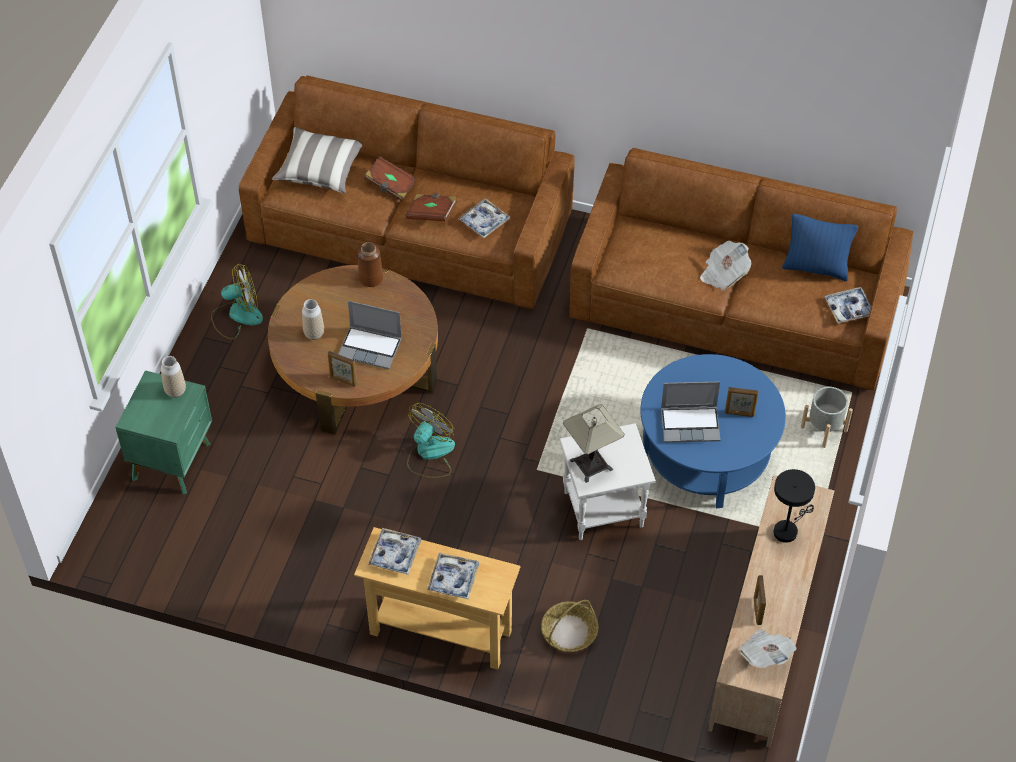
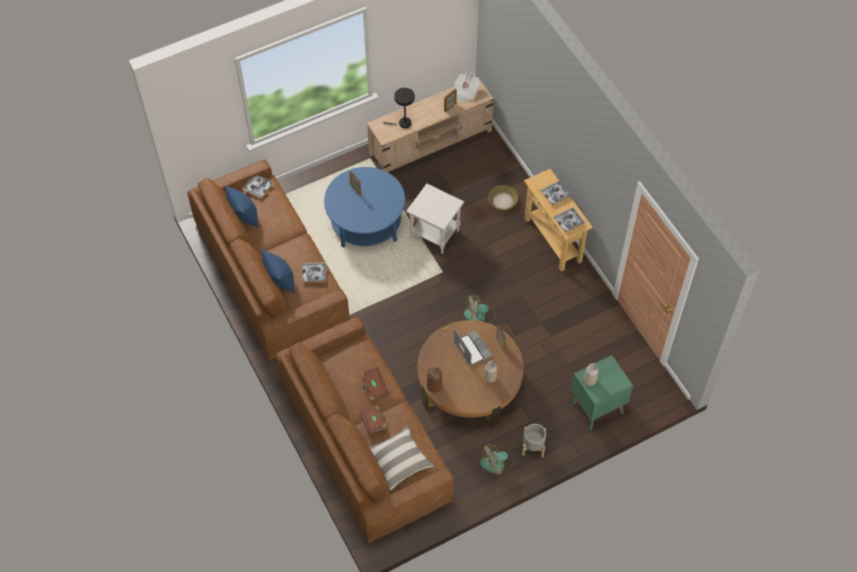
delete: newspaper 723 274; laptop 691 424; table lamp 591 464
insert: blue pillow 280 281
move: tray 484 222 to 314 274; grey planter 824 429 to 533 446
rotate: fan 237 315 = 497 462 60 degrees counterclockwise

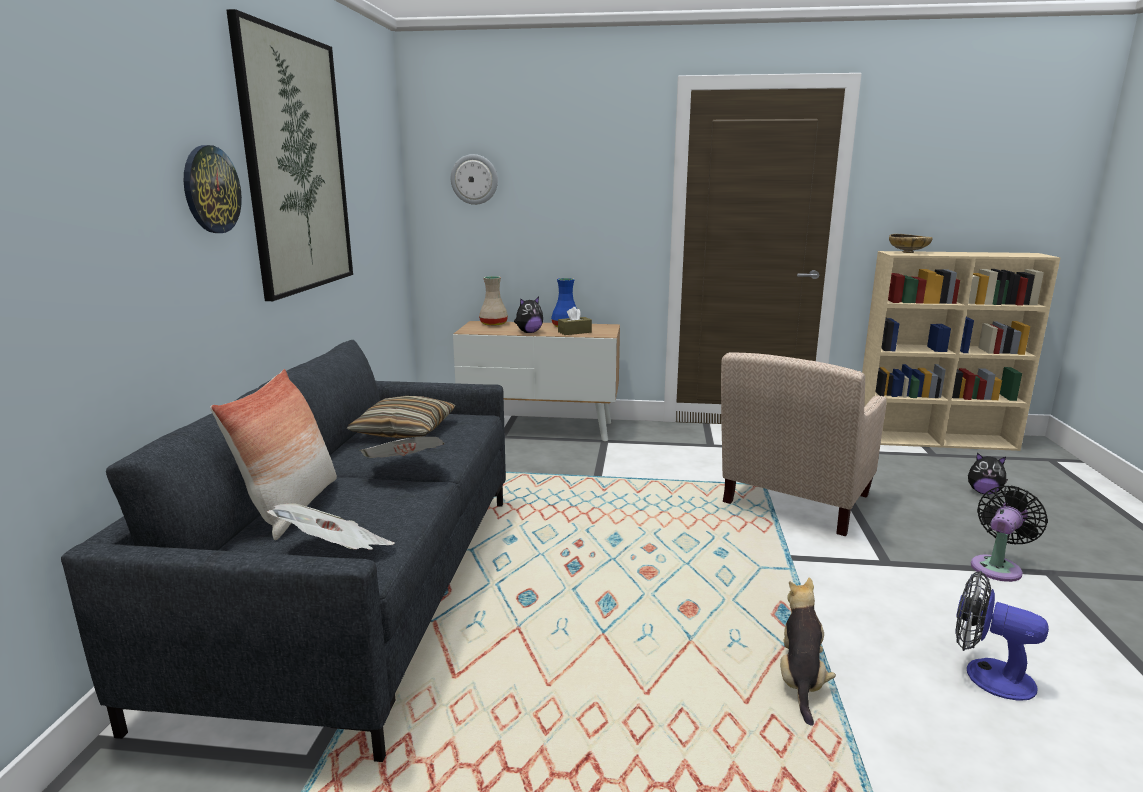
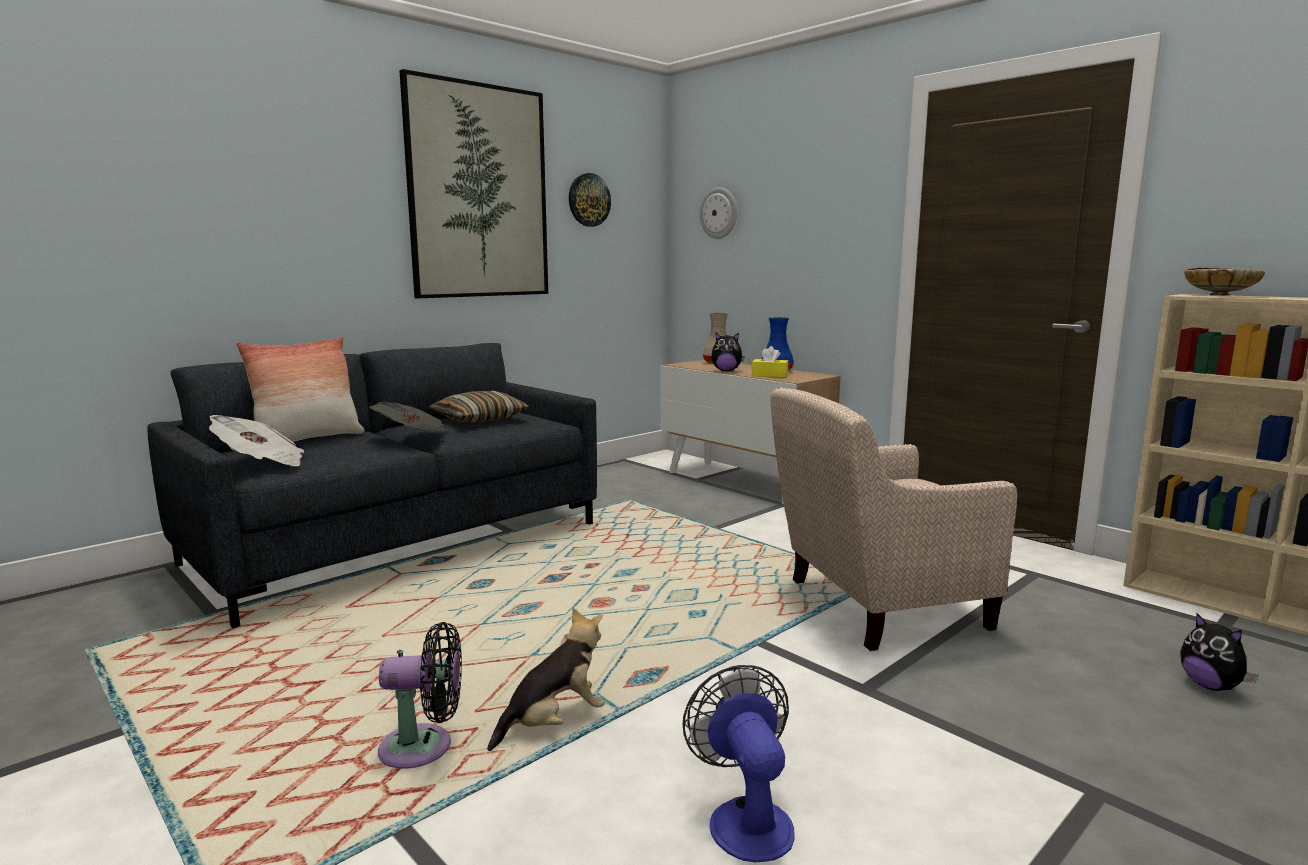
move: wall clock 211 189 to 589 200; black fan 997 567 to 424 748
recolor: brown tissue box 574 332 to yellow tissue box 769 375

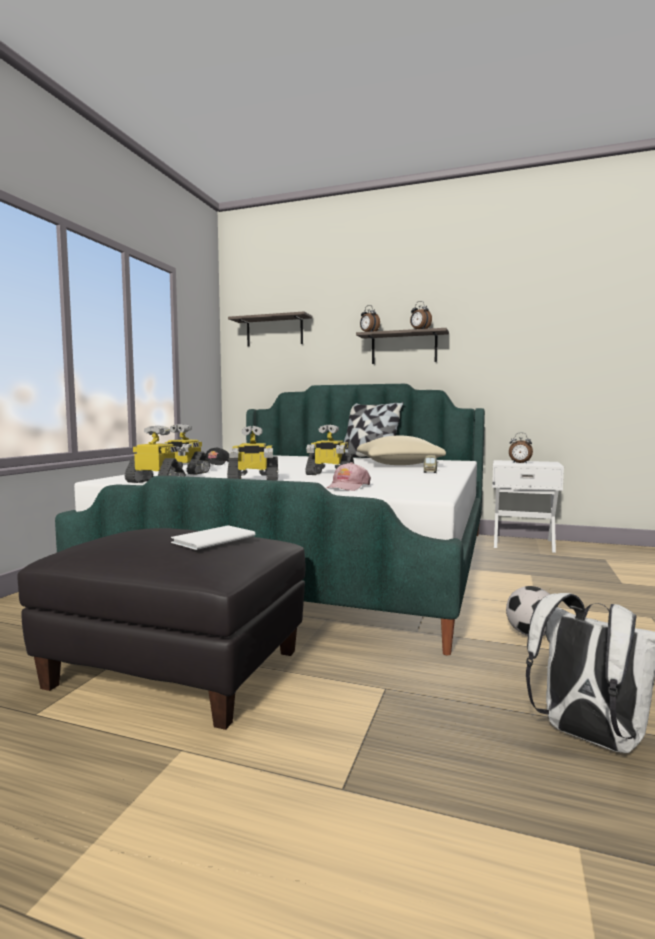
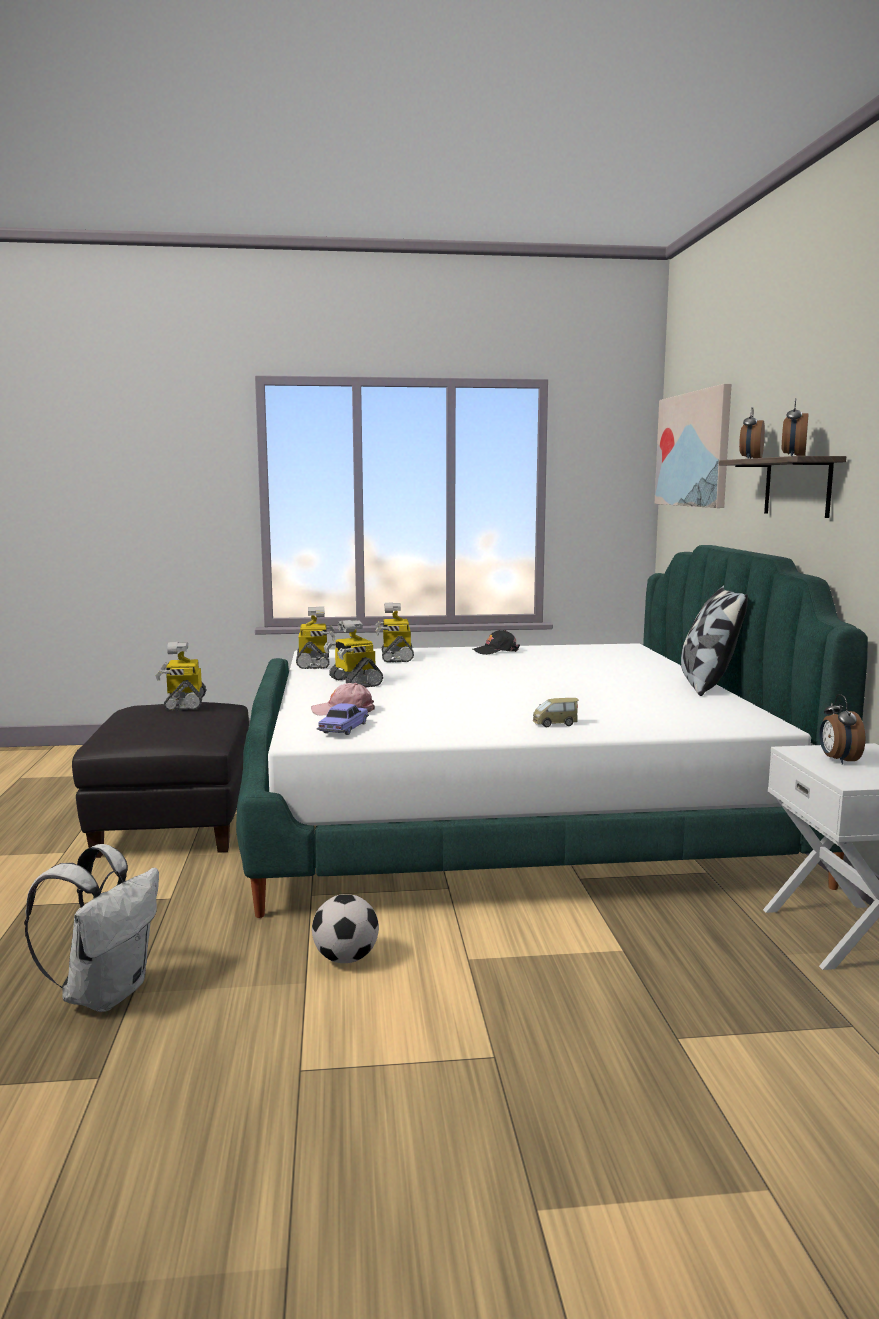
delete: beige pillow 398 464; white book 210 539
insert: toy car 344 729
move: toy robot 329 474 to 184 704
replace: shelf 274 331 to picture 693 449

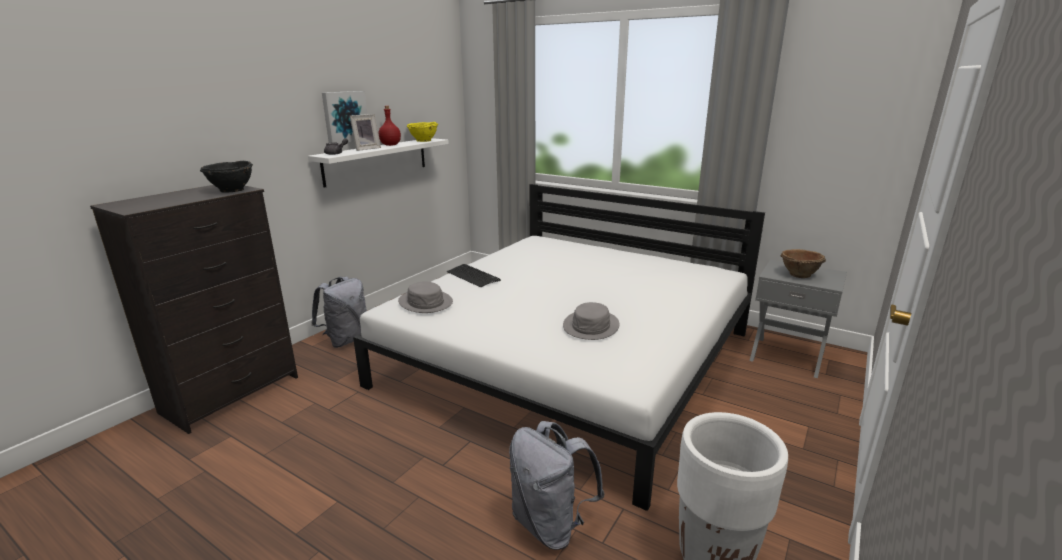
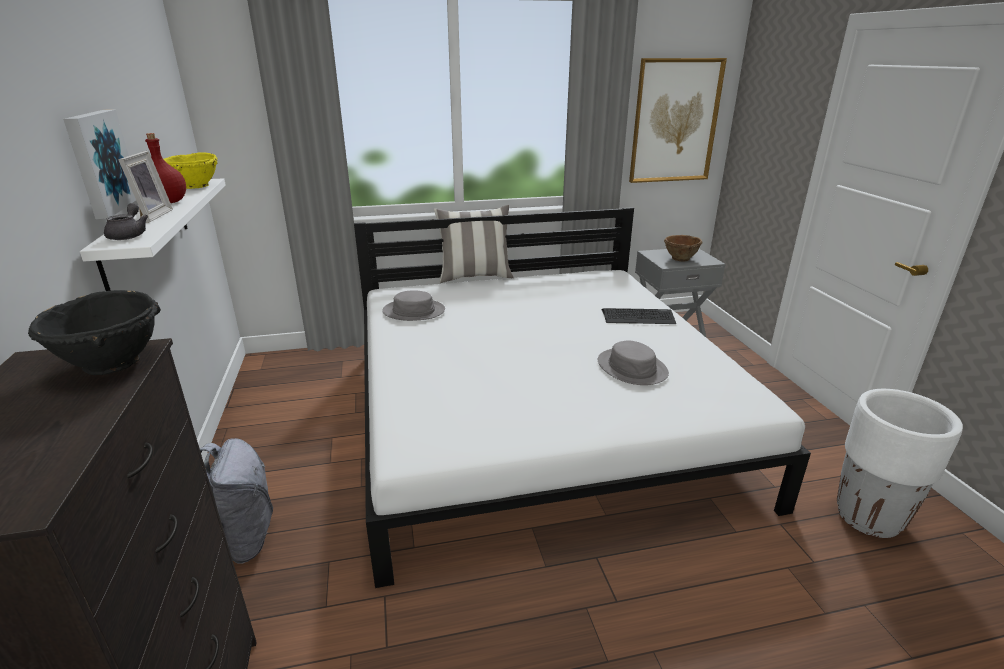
delete: grey backpack 551 524
insert: picture 675 121; pillow 475 277
move: keyboard 473 276 to 638 317; grey hat 425 302 to 414 311

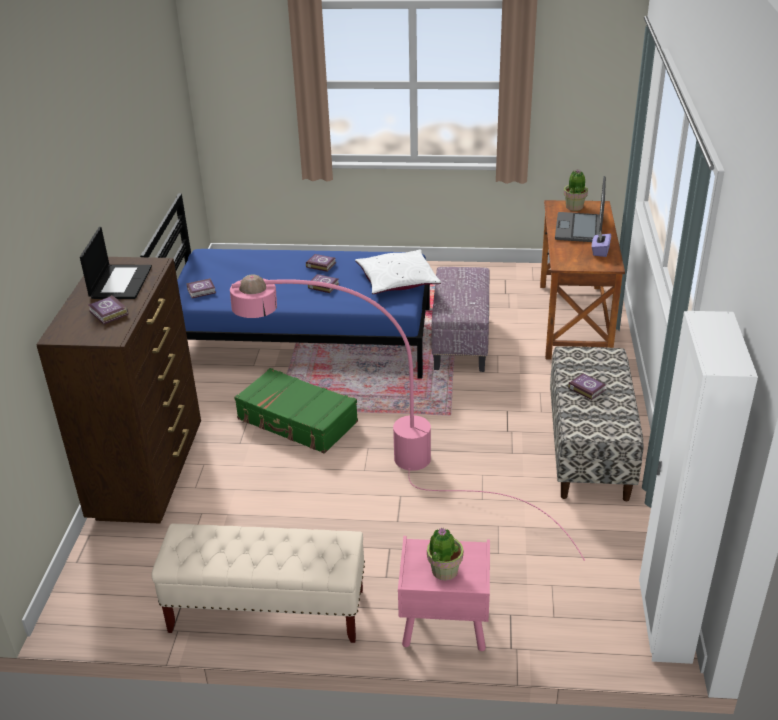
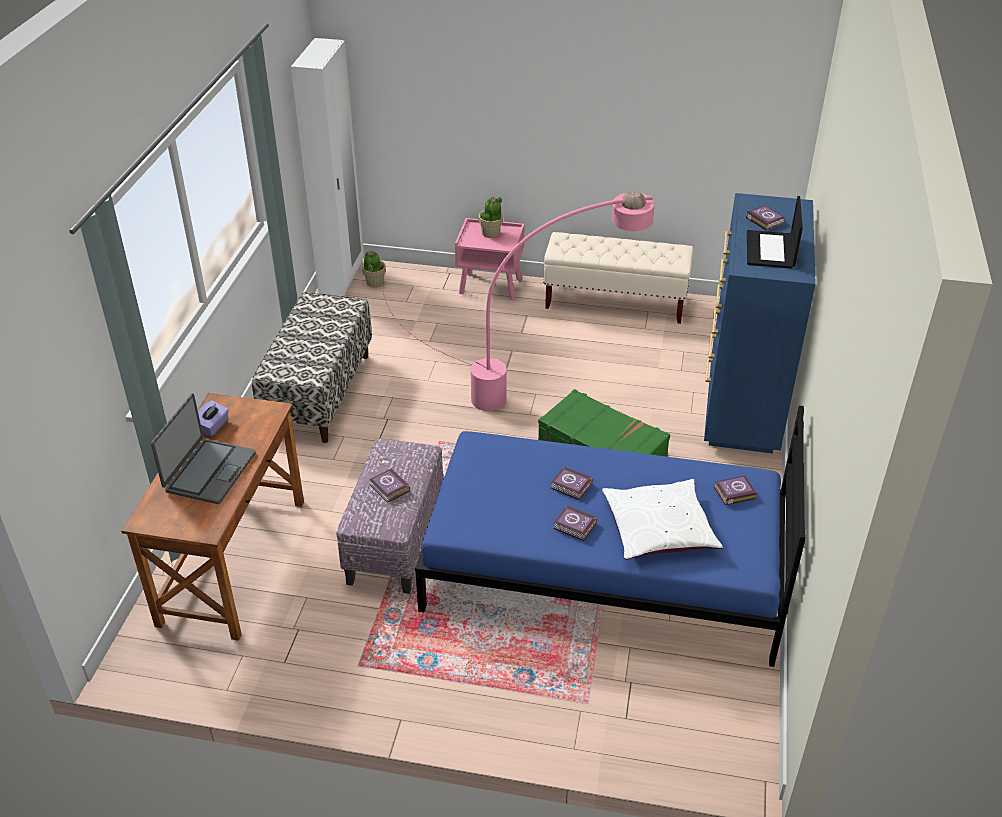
move: potted plant 574 206 to 374 283; white pillow 397 280 to 659 528; book 586 388 to 389 489
recolor: brown dresser 149 474 to blue dresser 741 407

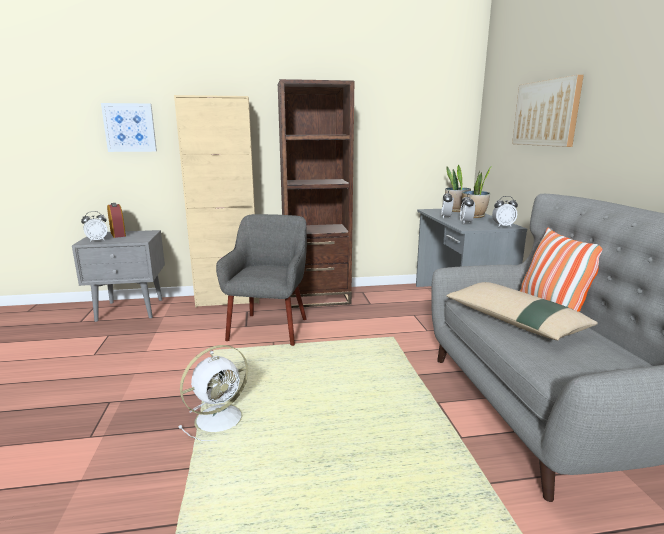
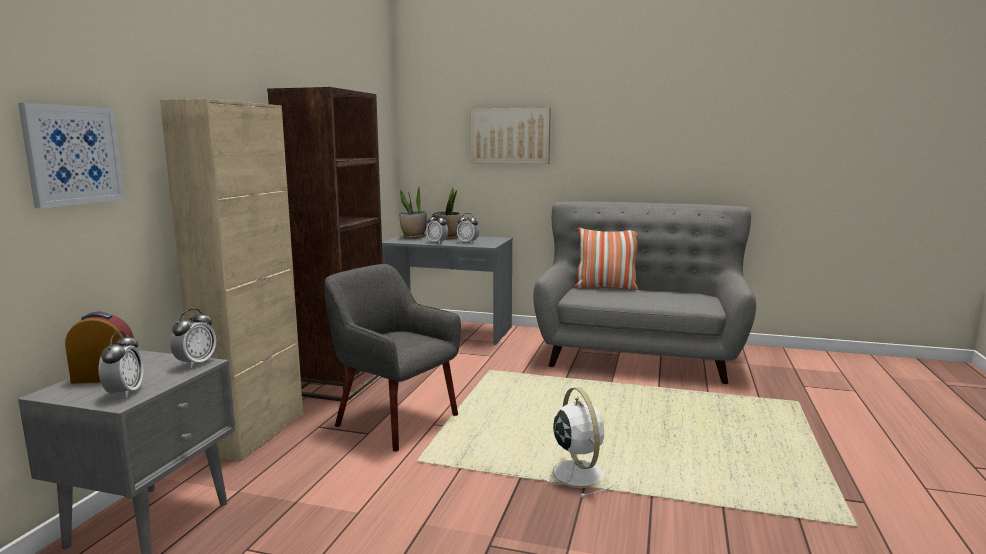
delete: beige pillow 514 321
move: alarm clock 503 226 to 196 363

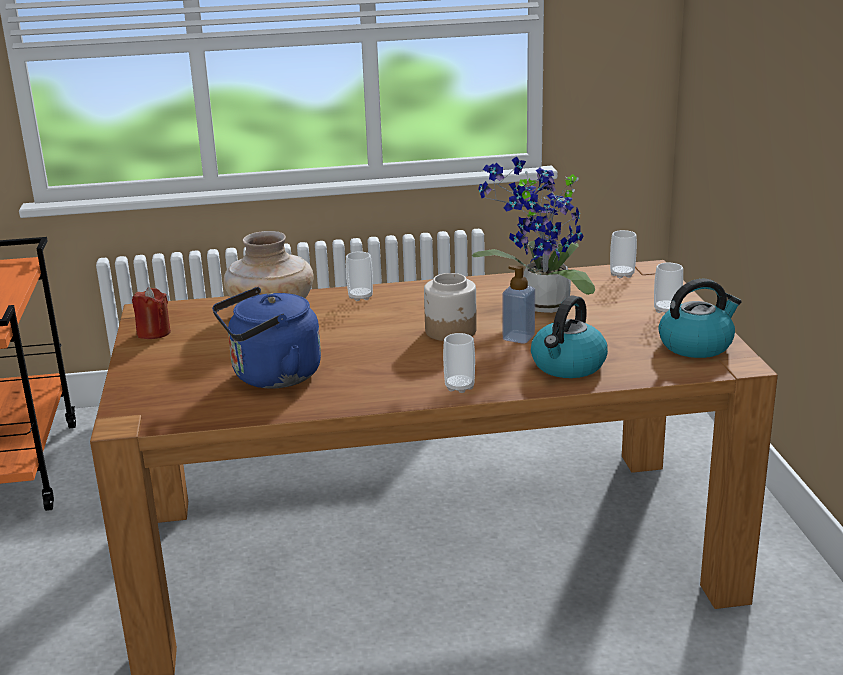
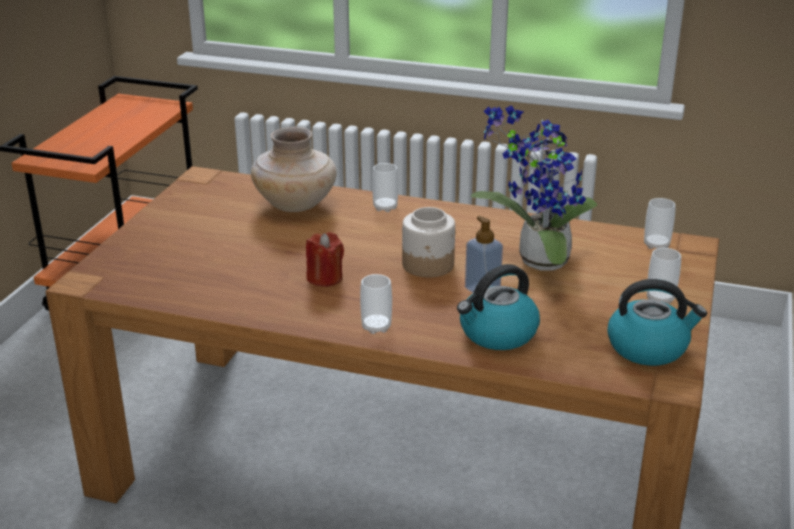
delete: blue kettle 271 377
move: red candle 153 333 to 325 278

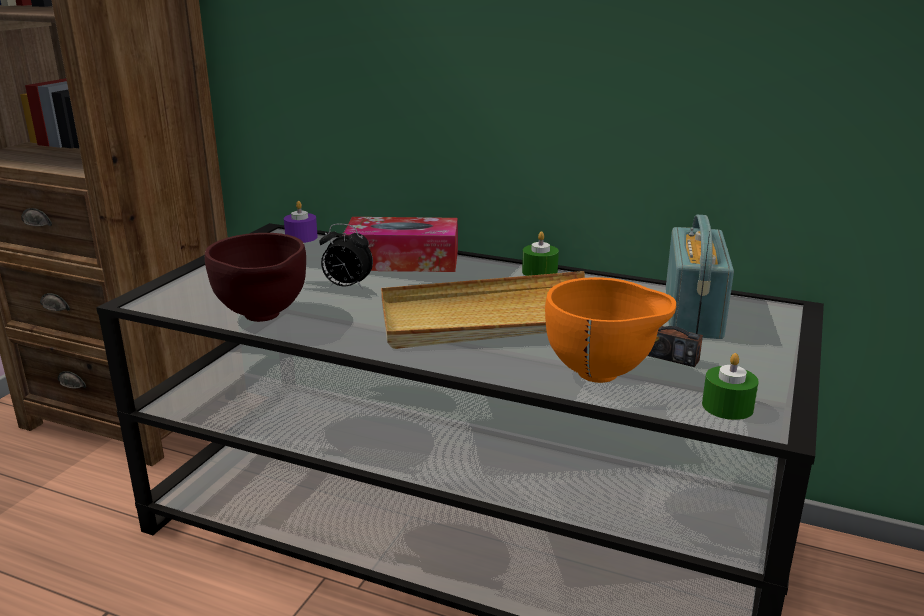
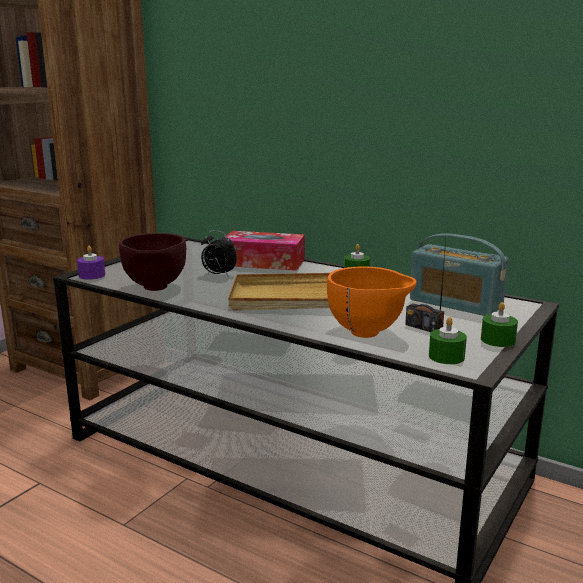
insert: green candle 498 340
move: purple candle 301 237 to 92 275
rotate: radio 693 313 = 455 303 105 degrees clockwise

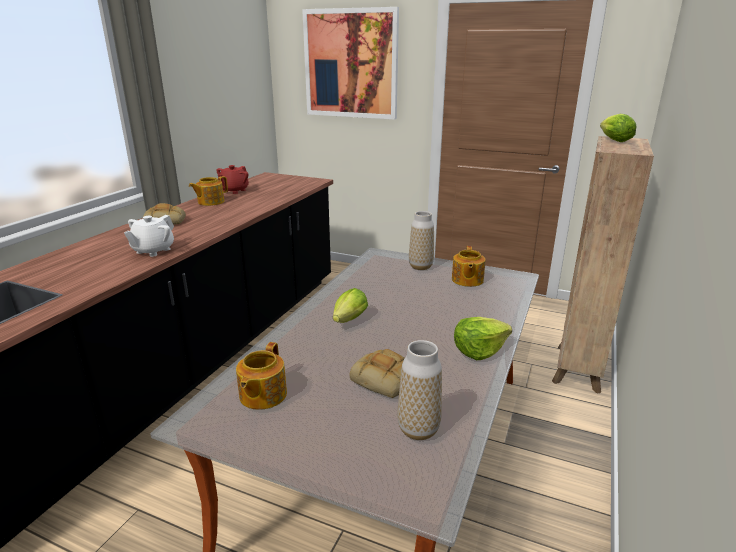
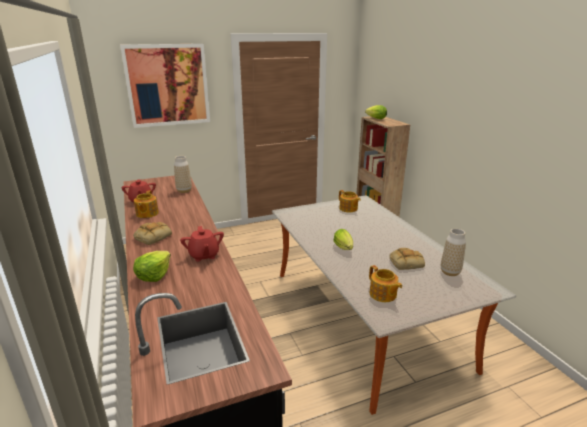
move: vase 420 266 to 184 191; lettuce 479 350 to 154 275
recolor: white teapot 153 251 to red teapot 204 255

